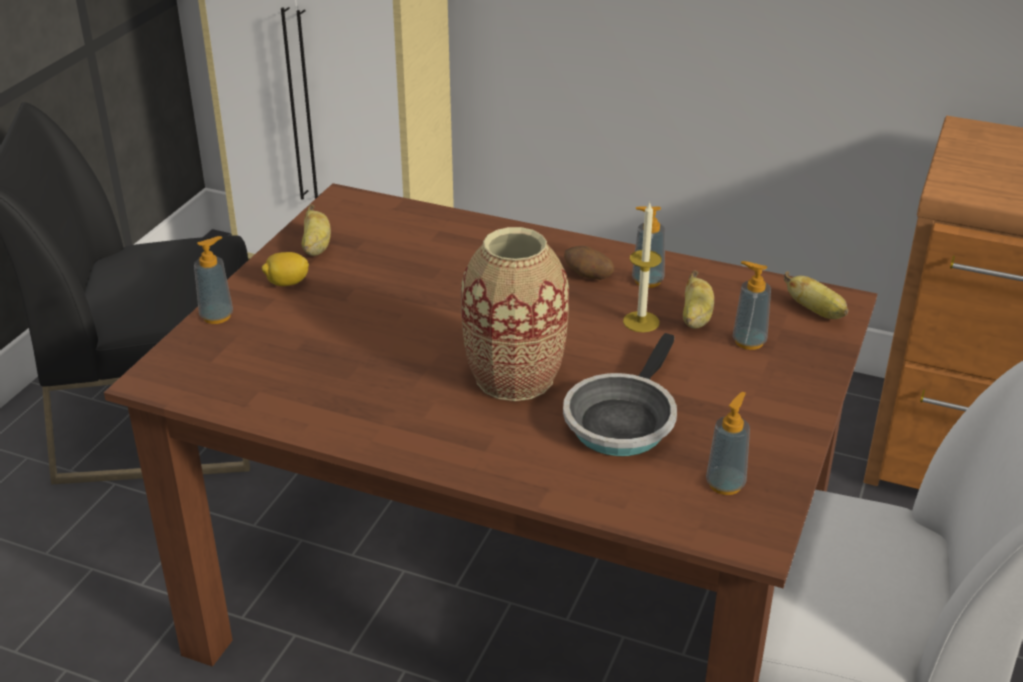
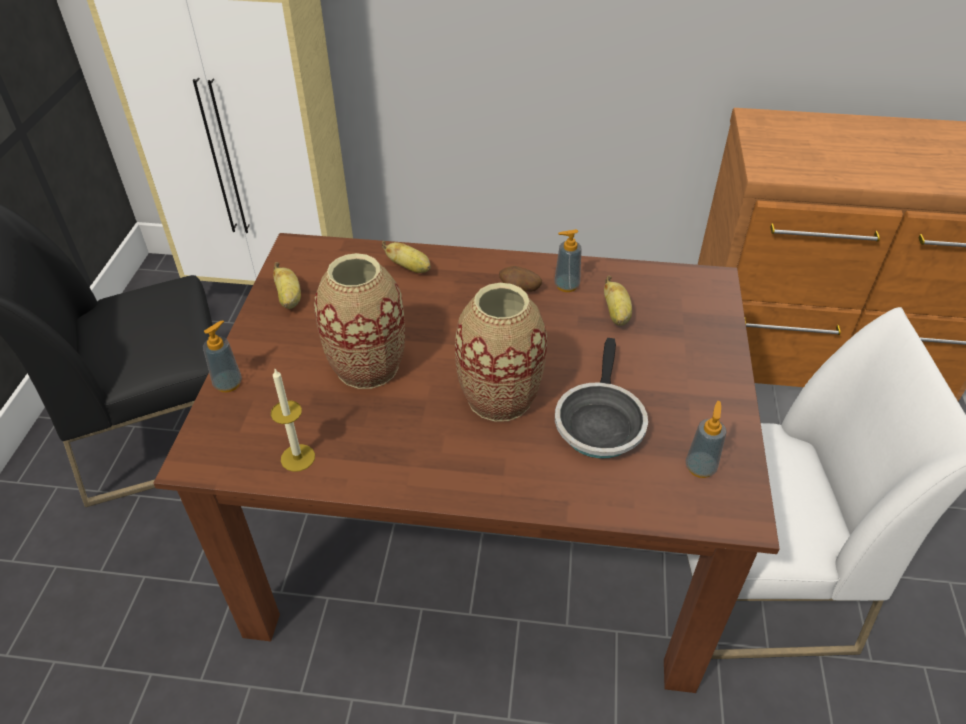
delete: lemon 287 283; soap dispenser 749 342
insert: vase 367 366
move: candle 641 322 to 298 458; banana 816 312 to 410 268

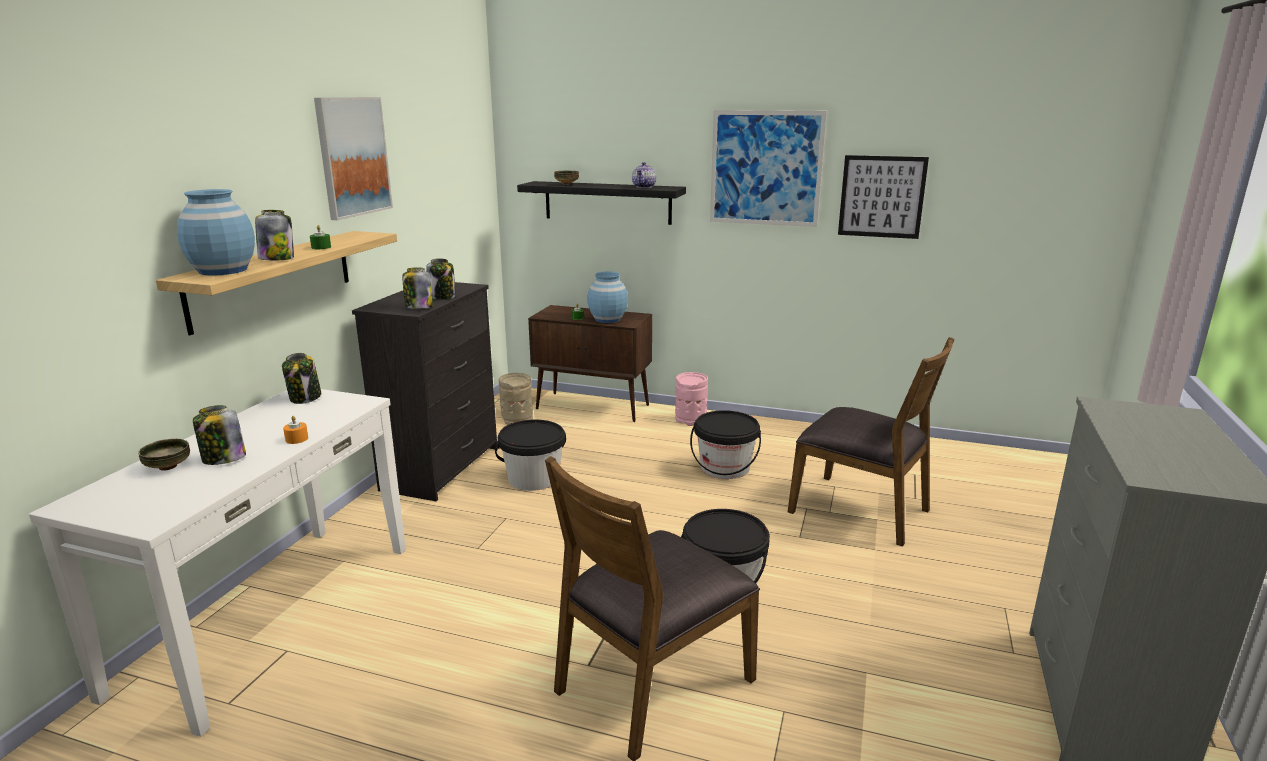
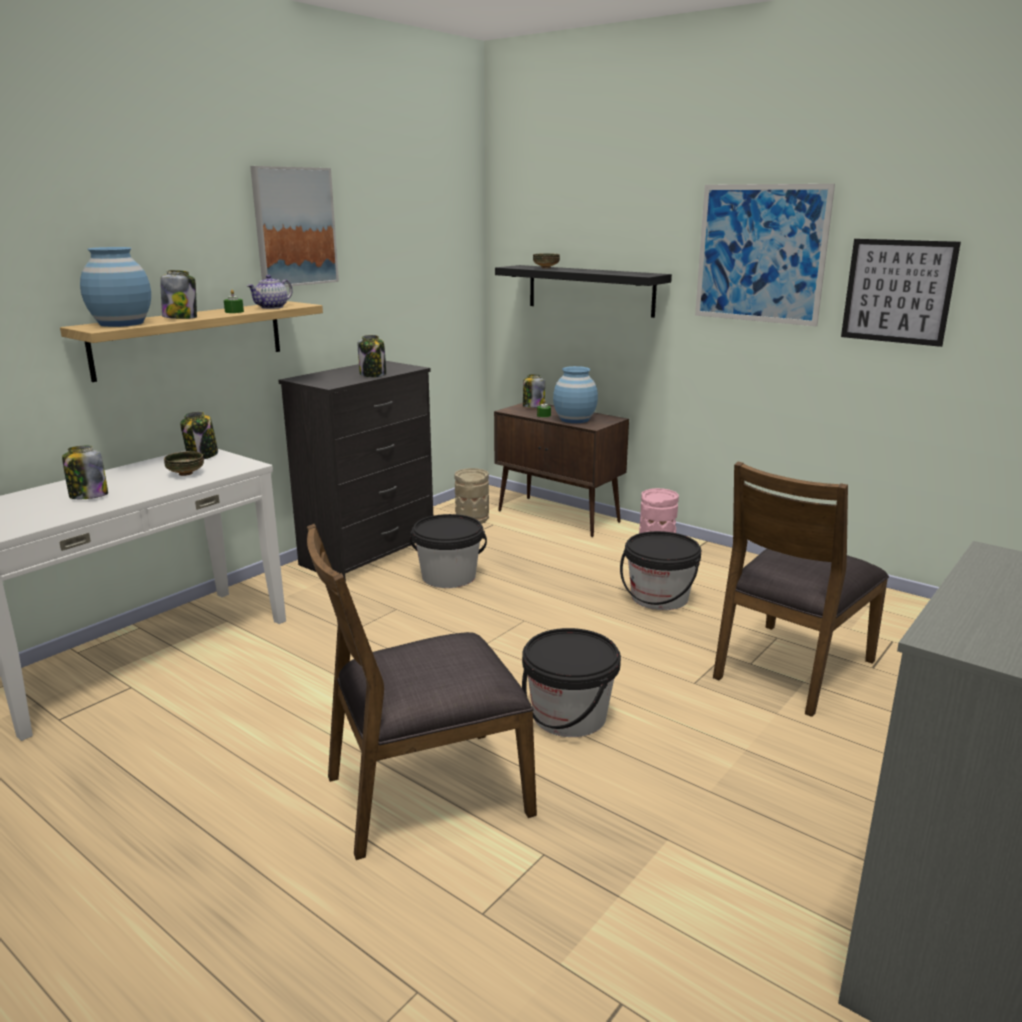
delete: orange candle 296 439
move: teapot 644 187 to 272 307; jar 418 307 to 533 406; bowl 167 467 to 185 474
rotate: brown chair 860 510 = 791 668 75 degrees clockwise

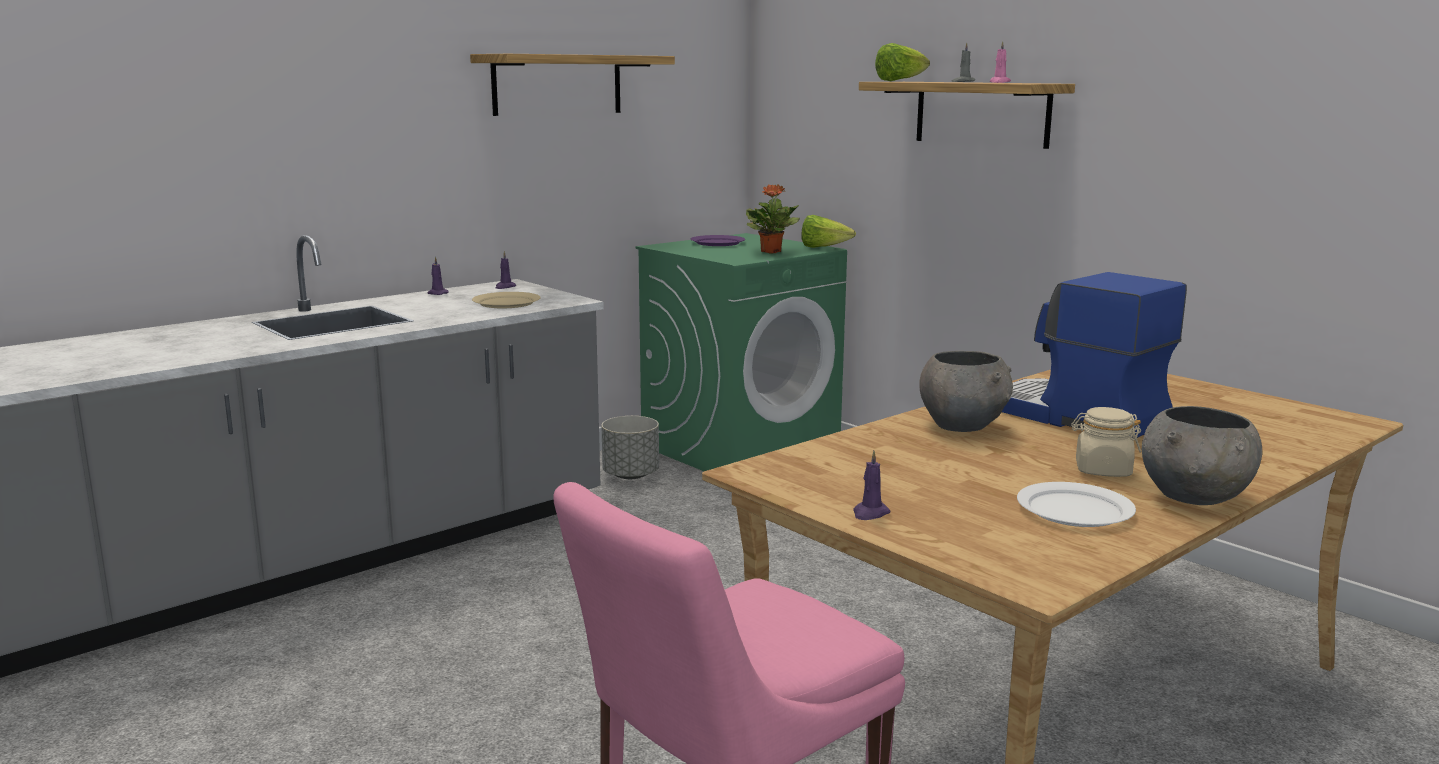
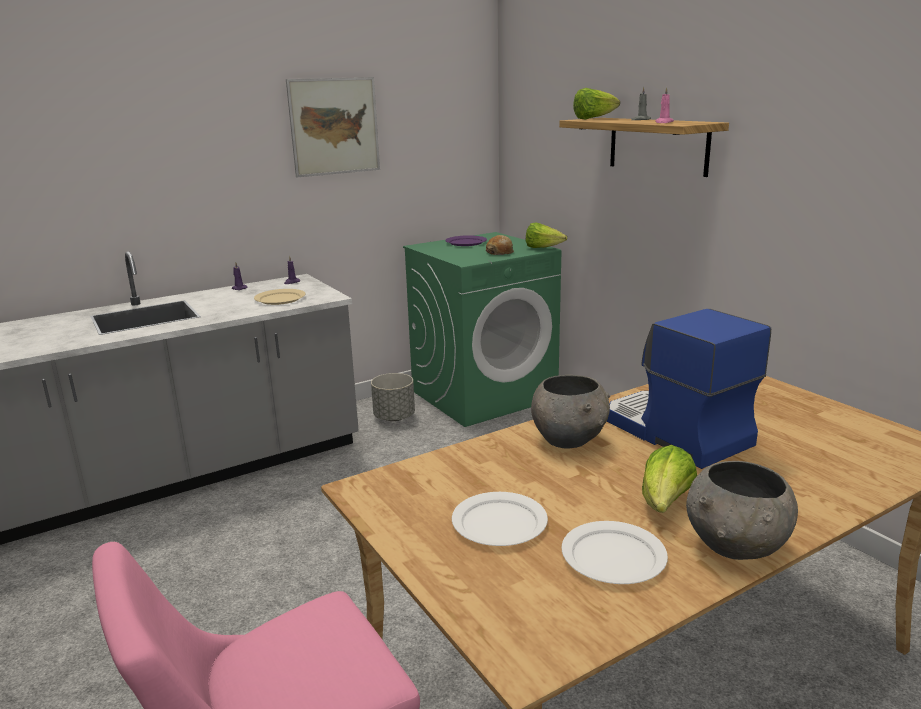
delete: purple candle 870 513
insert: white plate 499 523
replace: shelf 557 85 to picture 334 126; potted plant 771 251 to bread 500 252; beige jar 1102 470 to lettuce 665 504

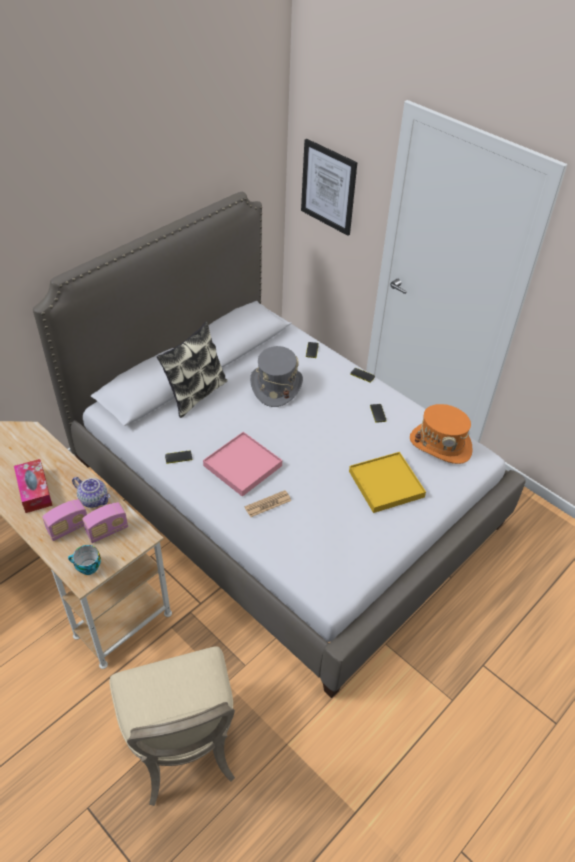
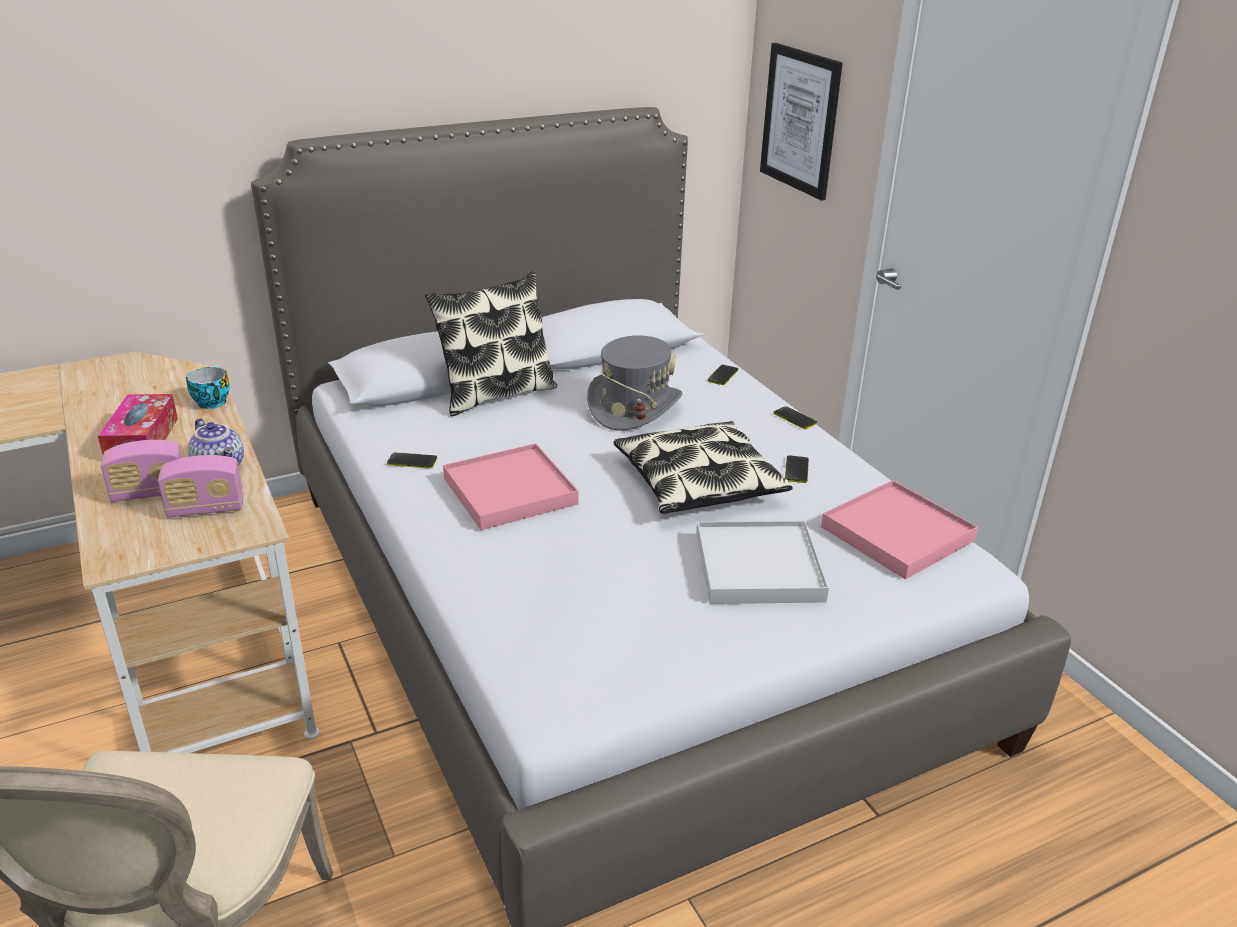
delete: newspaper 268 504
insert: pillow 698 483
move: cup 87 567 to 209 402
replace: orange hat 440 445 to pink tray 897 534
recolor: yellow tray 386 484 to white tray 758 568

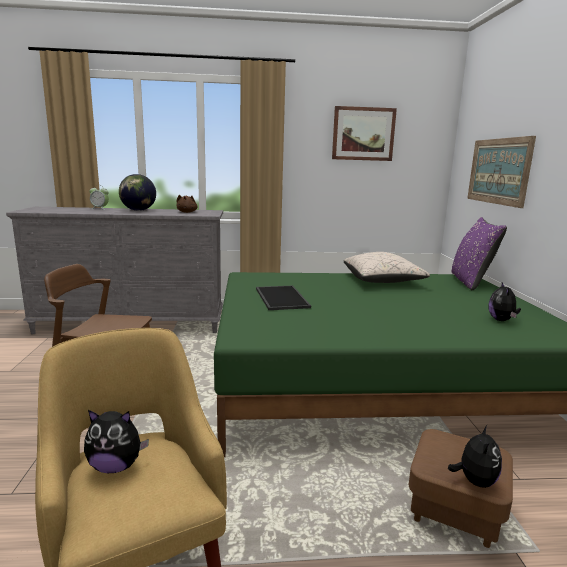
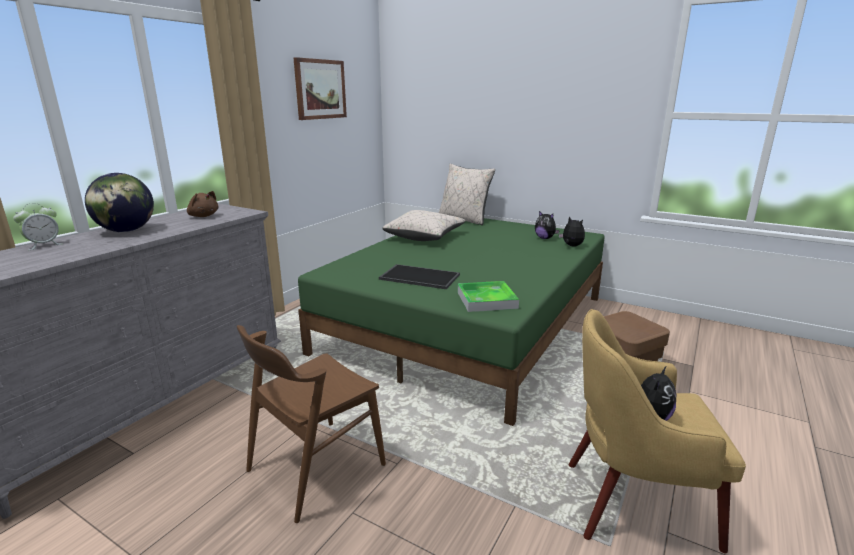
delete: picture 498 171
insert: tray 486 300
move: plush toy 474 481 to 571 246
recolor: purple pillow 470 282 to beige pillow 464 219

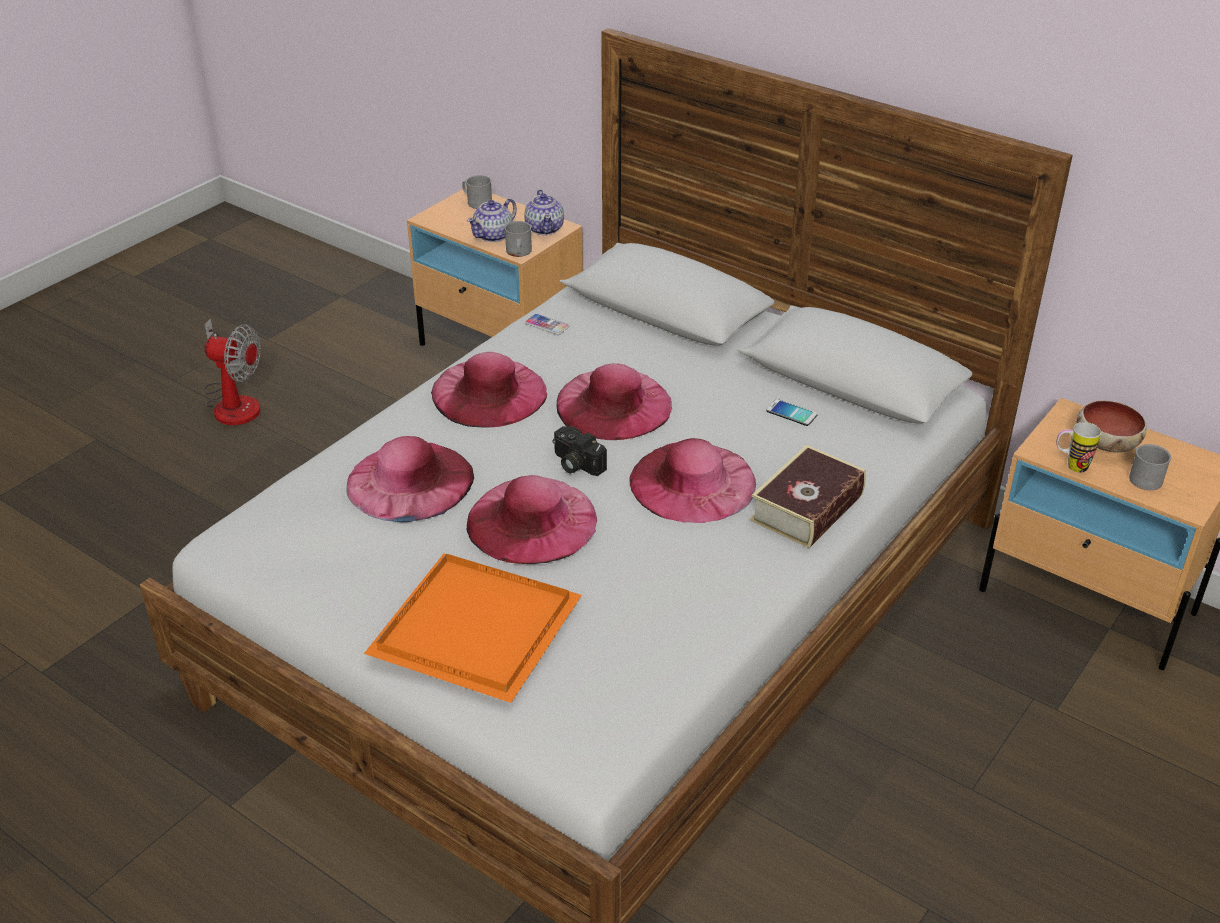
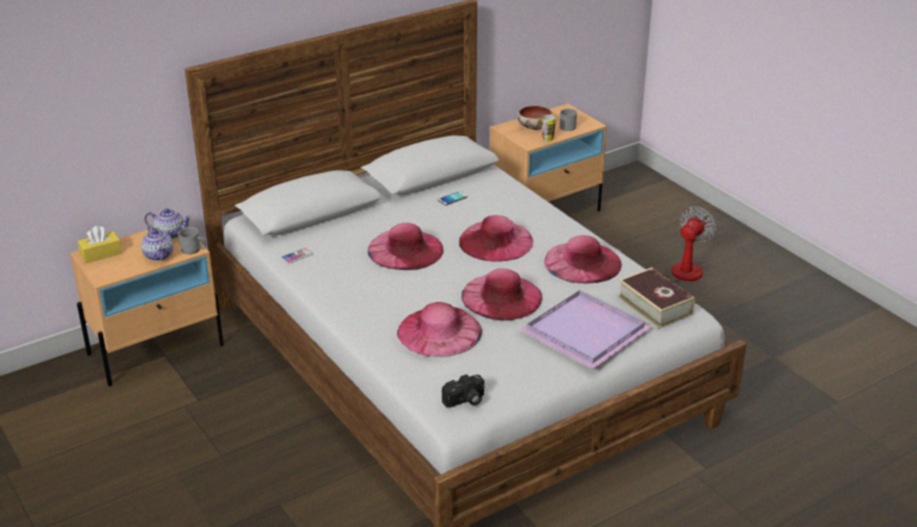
move: fan 234 402 to 674 273; pink hat 489 392 to 582 262; photo camera 575 464 to 465 401; book 807 507 to 655 305
replace: grey mug 476 202 to yellow tissue box 101 254
recolor: orange tray 477 632 to purple tray 588 332

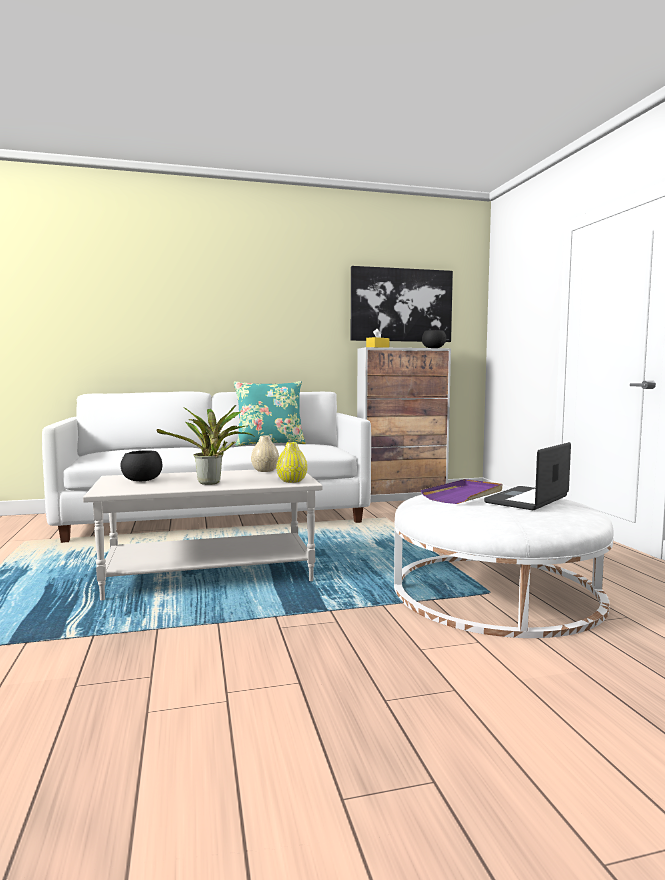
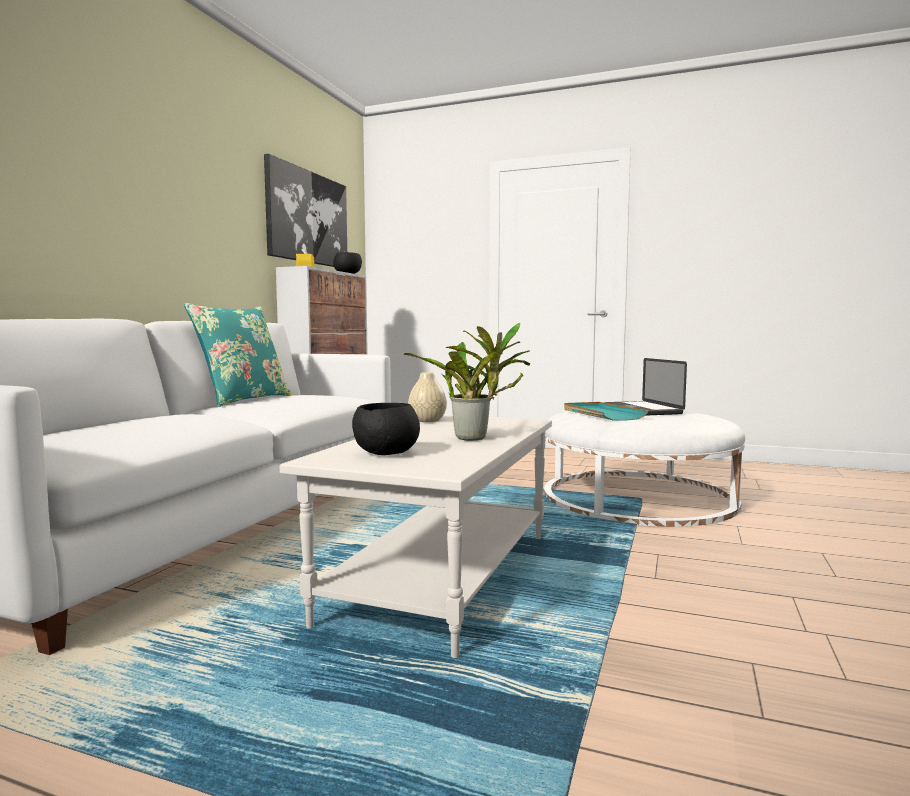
delete: yellow vase 292 481
recolor: purple tray 464 495 to turquoise tray 602 414

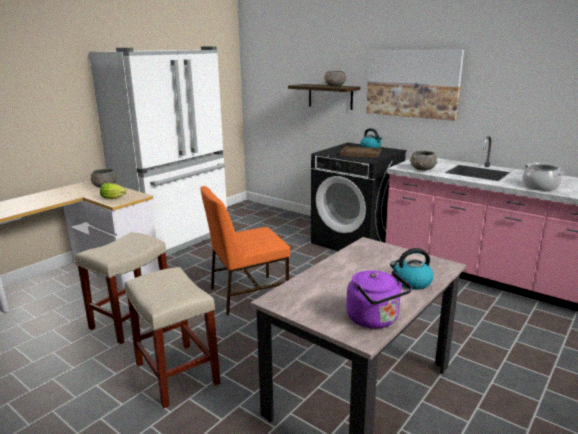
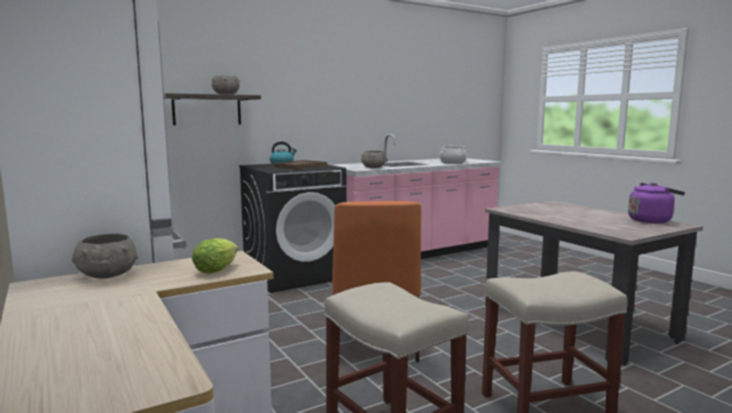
delete: picture 412 83; kettle 411 282

